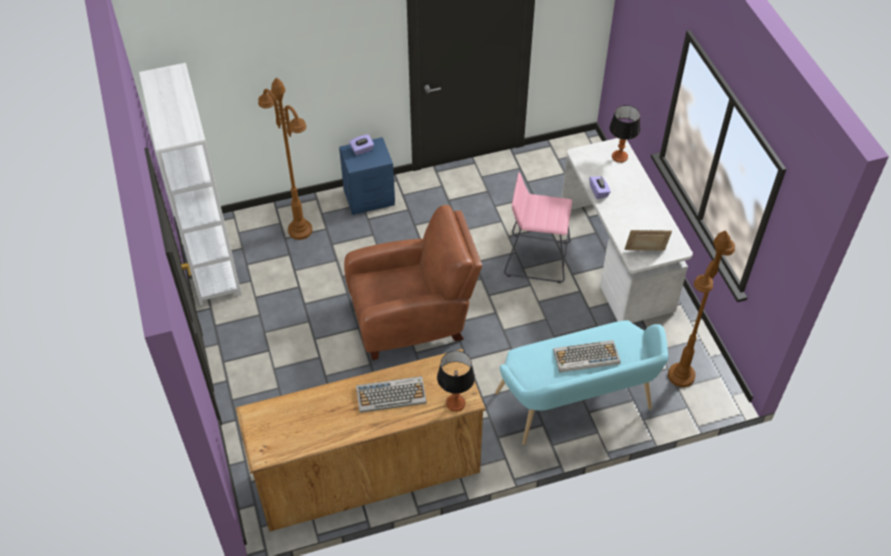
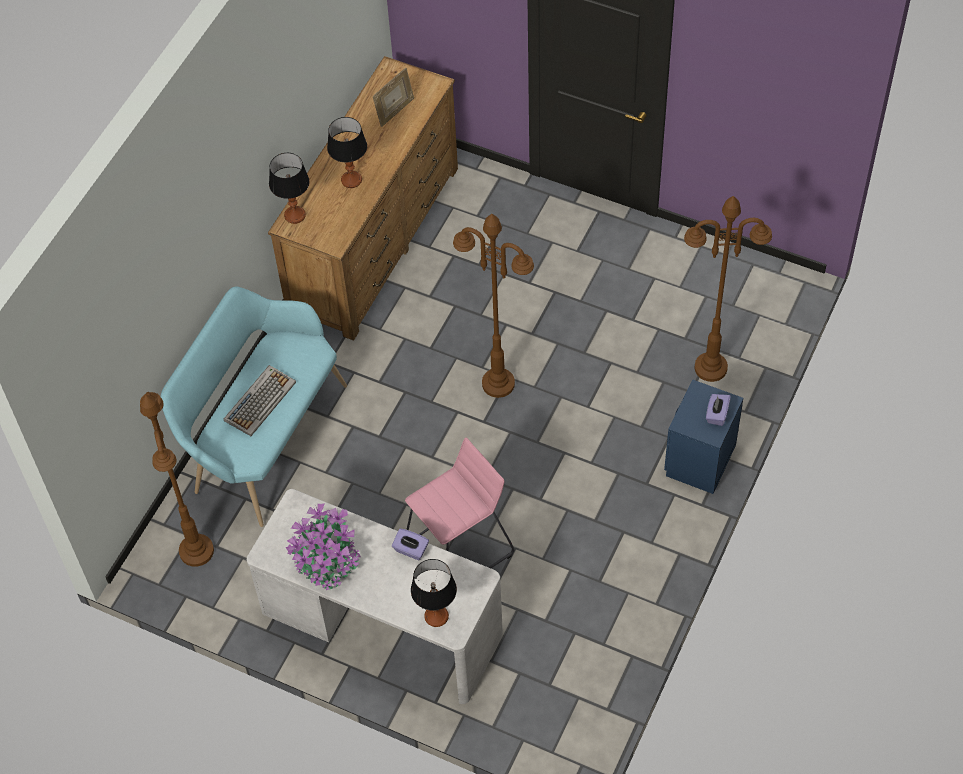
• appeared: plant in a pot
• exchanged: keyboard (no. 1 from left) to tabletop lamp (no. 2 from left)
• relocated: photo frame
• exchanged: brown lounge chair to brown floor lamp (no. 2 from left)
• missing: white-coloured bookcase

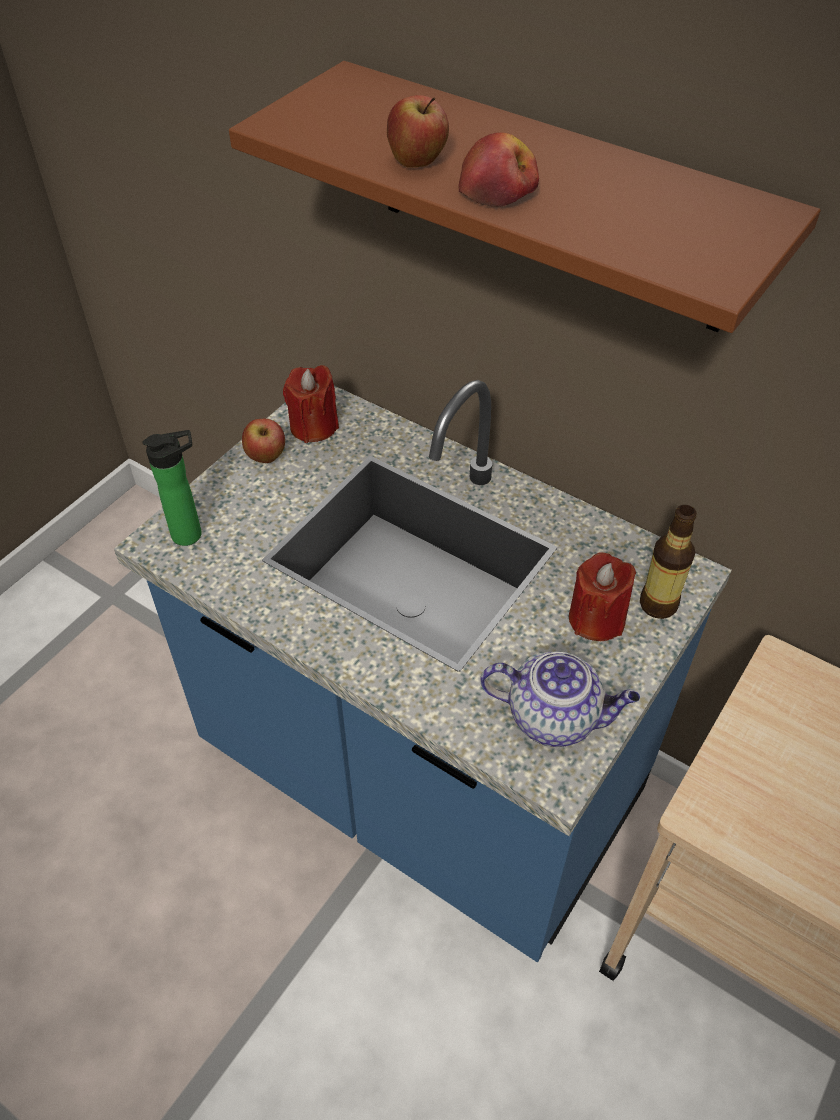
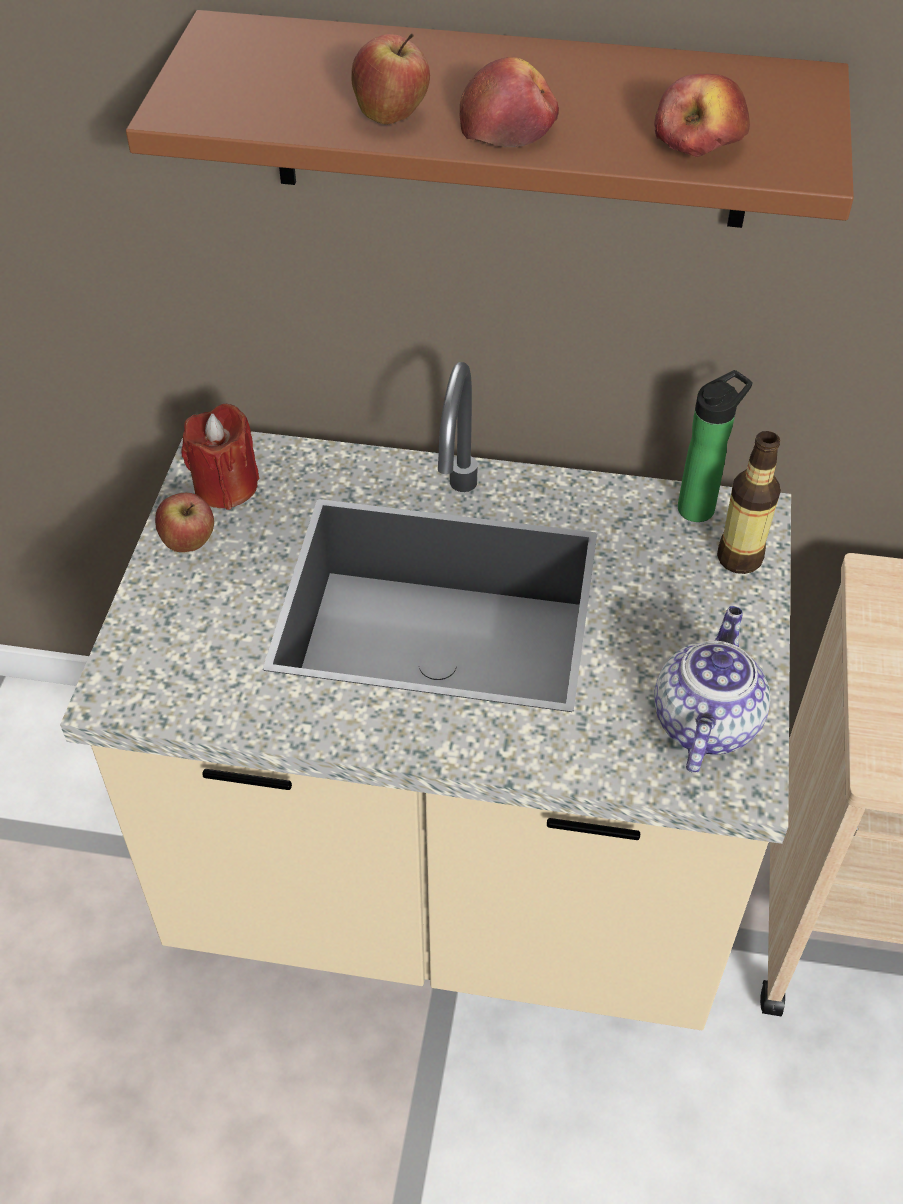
• colour: blue-coloured counter to beige-coloured counter
• appeared: apple (no. 4 from left)
• spun: tea pot 60 degrees counterclockwise
• relocated: beverage bottle (no. 1 from left)
• missing: red-coloured wax candle (no. 2 from left)

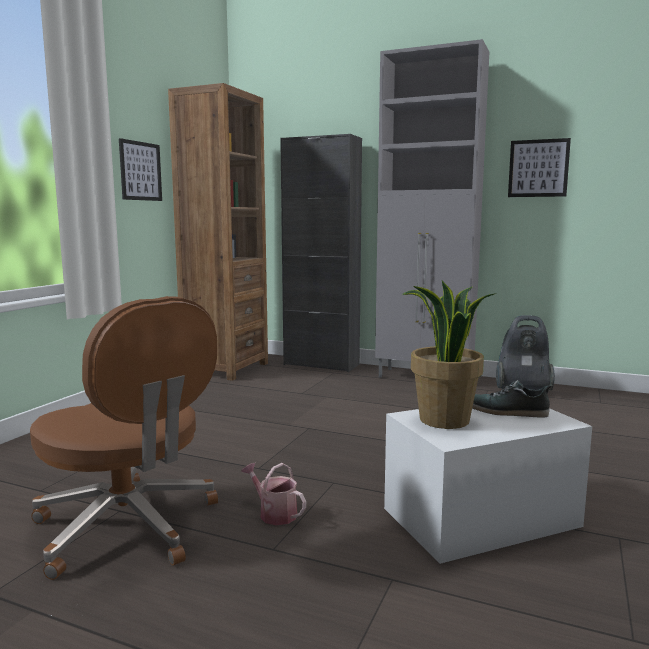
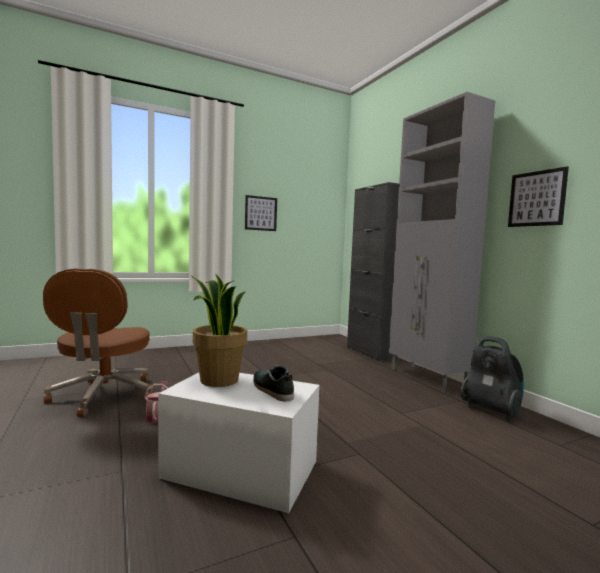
• missing: brown bookcase

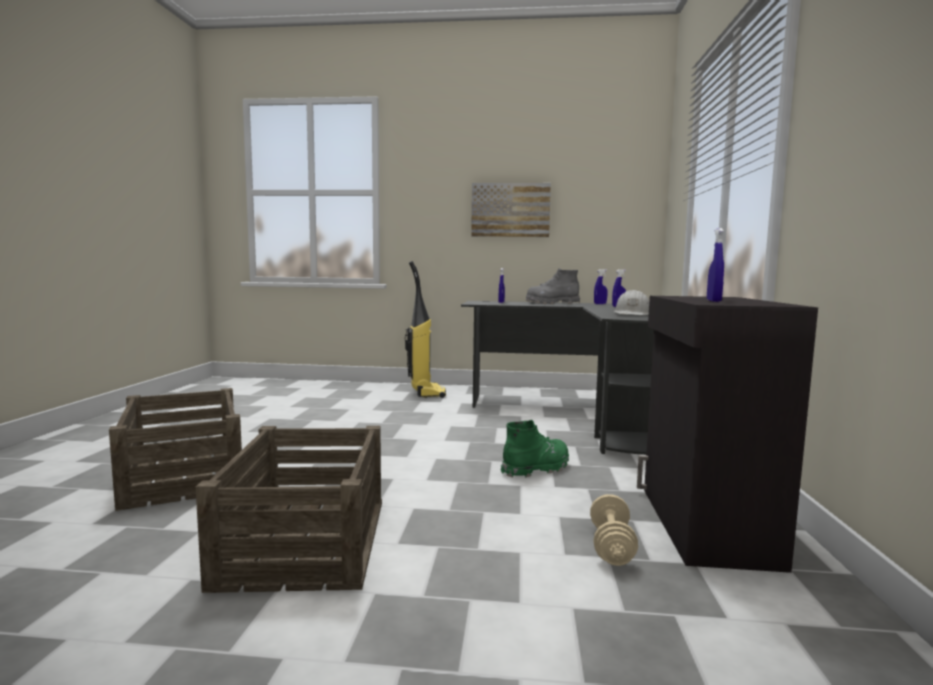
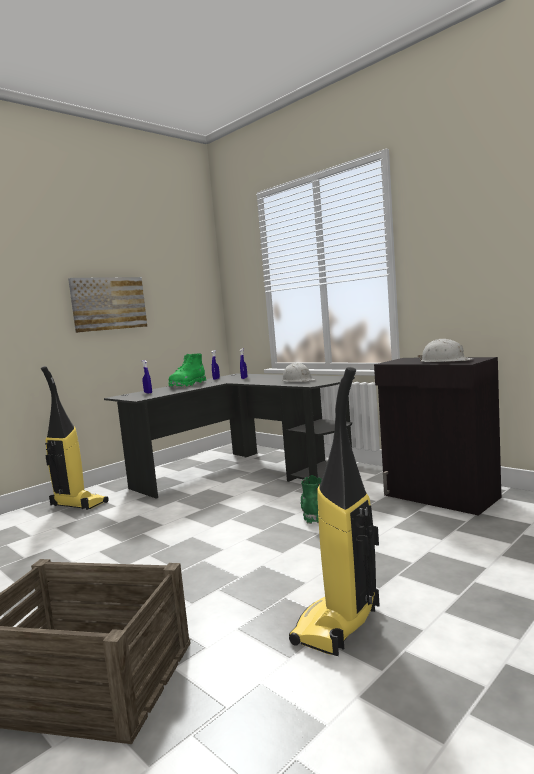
• colour: grey high-top boot to green high-top boot (no. 1 from left)
• exchanged: packing crate (no. 2 from left) to hoover (no. 2 from left)
• exchanged: blue-coloured spray bottle (no. 4 from left) to white-coloured work helmet (no. 2 from left)
• missing: beige-coloured dumbbell

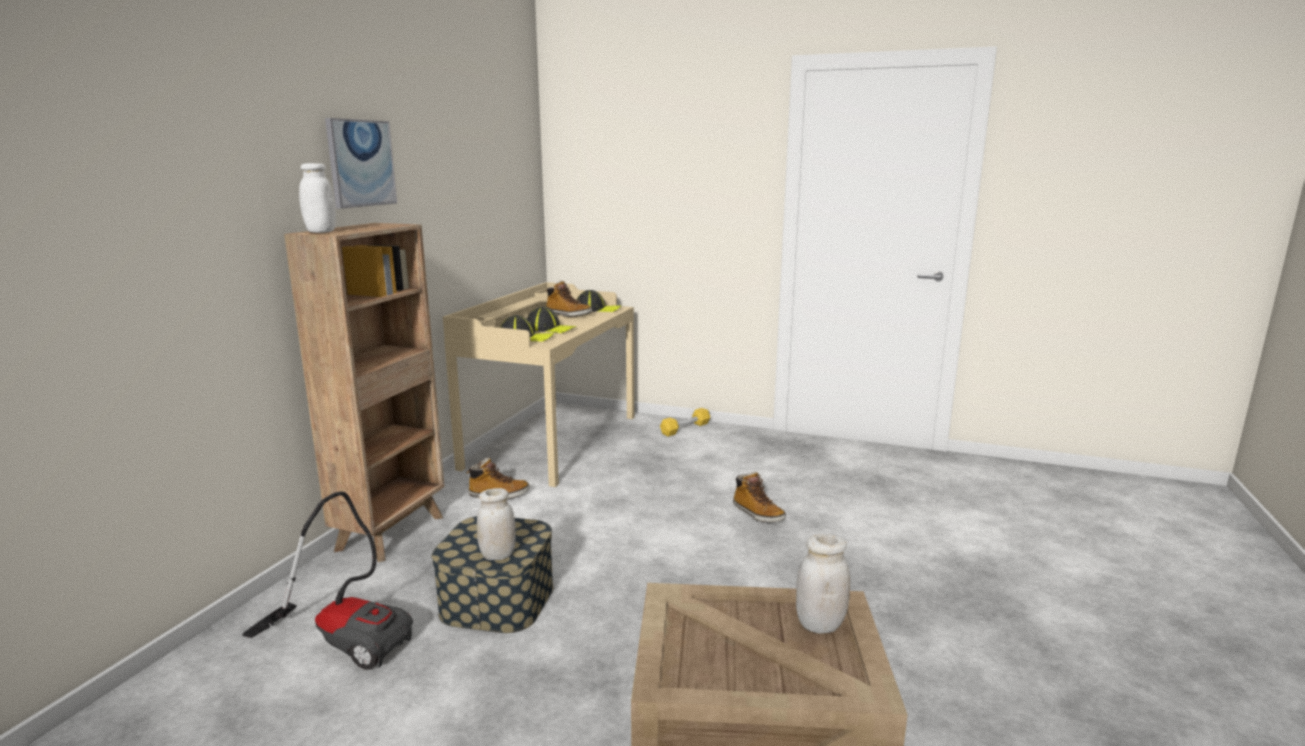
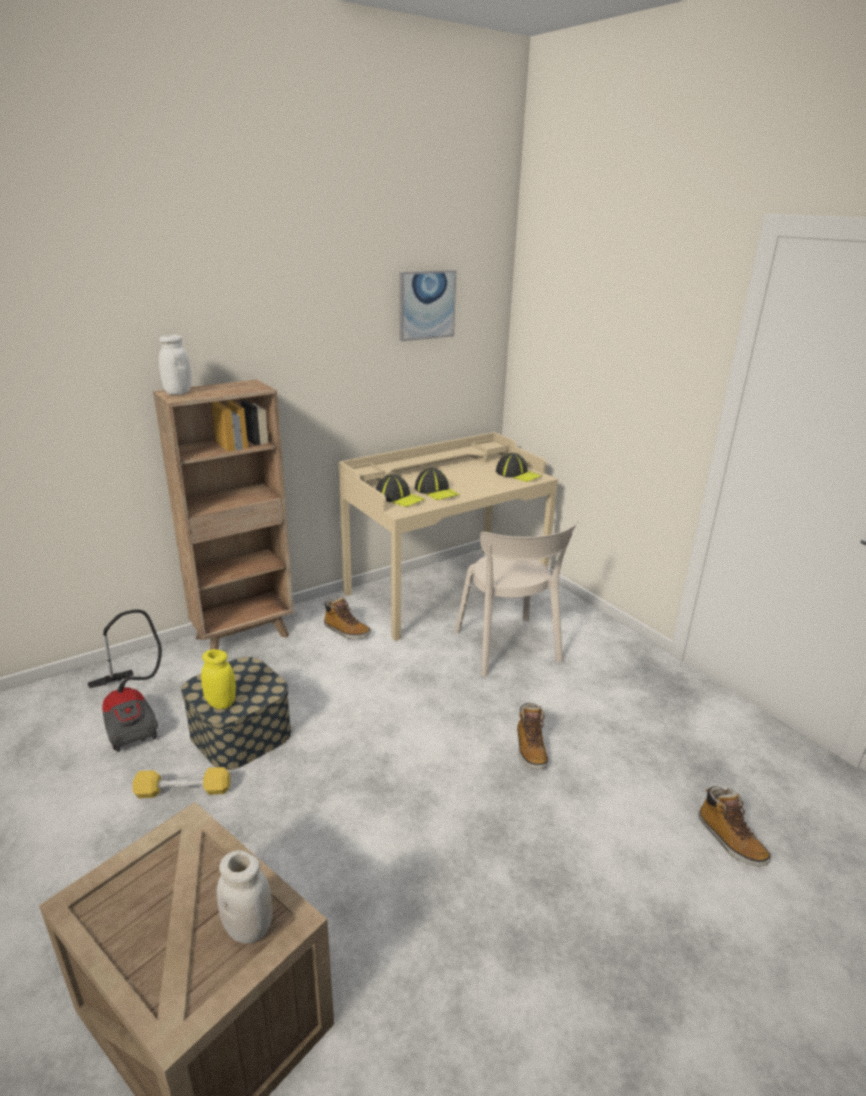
• relocated: yellowish dumbbell
• colour: white-coloured jar (no. 2 from left) to yellowish jar
• relocated: wall art
• appeared: beige-coloured plain chair
• relocated: high-top boot (no. 2 from left in the first image) to high-top boot (no. 3 from left)

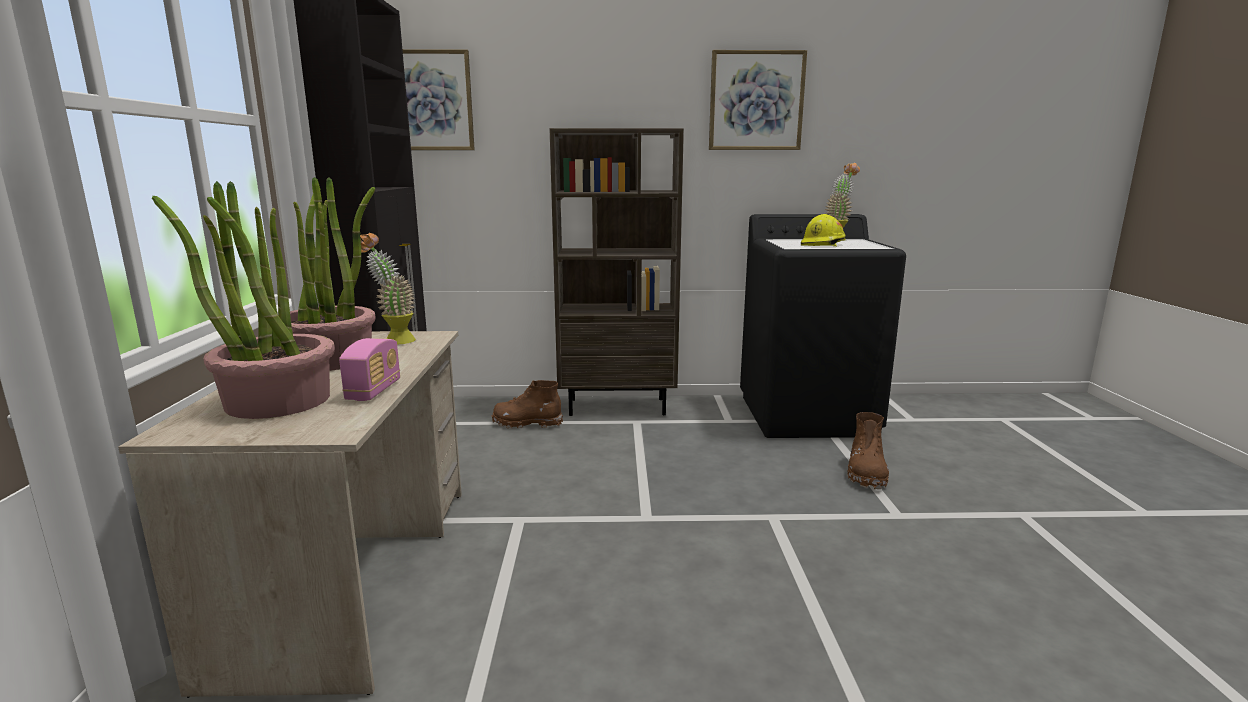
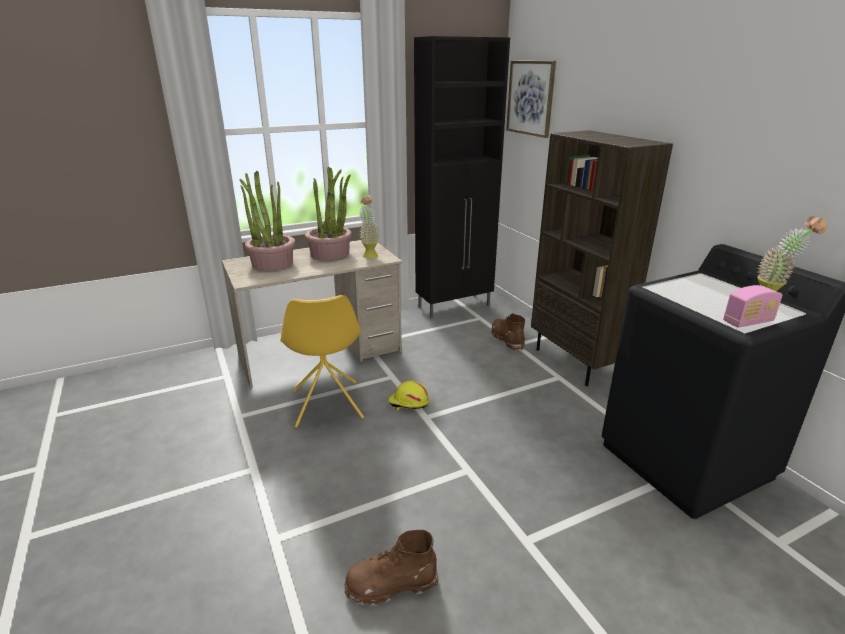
• appeared: yellowish plain chair
• relocated: brown high-top boot (no. 2 from left in the first image) to brown high-top boot (no. 1 from left)
• relocated: yellowish work helmet
• relocated: radio set
• missing: wall art (no. 2 from left)

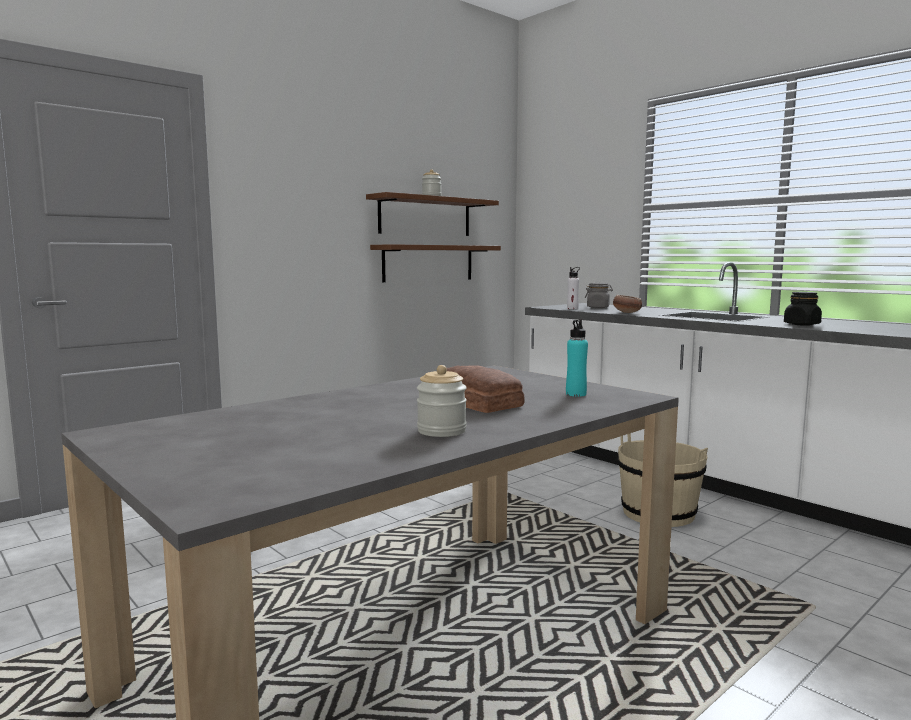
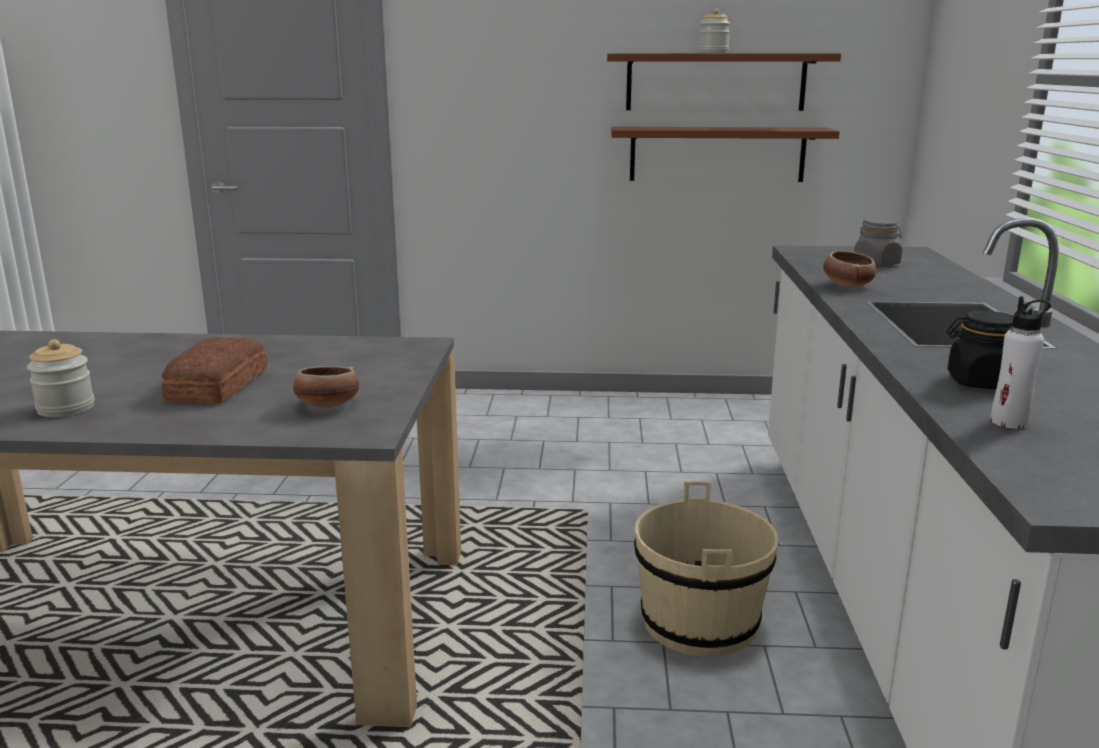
• exchanged: turquoise-coloured beverage bottle to deep dish (no. 1 from left)
• relocated: white-coloured beverage bottle

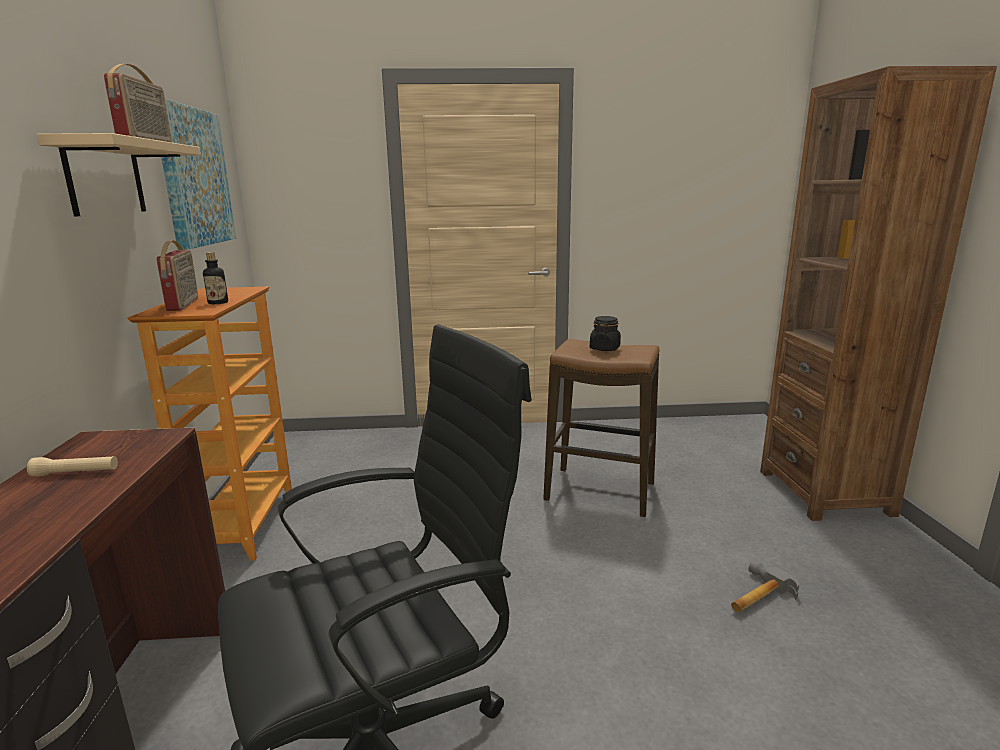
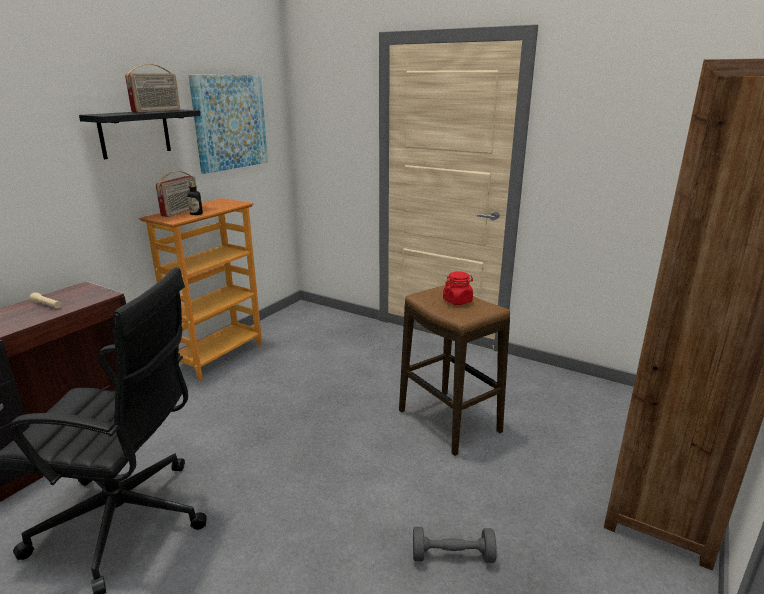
• colour: beige-coloured wall shelf to black wall shelf
• exchanged: tool hammer to grey dumbbell
• colour: black jar to red-coloured jar

